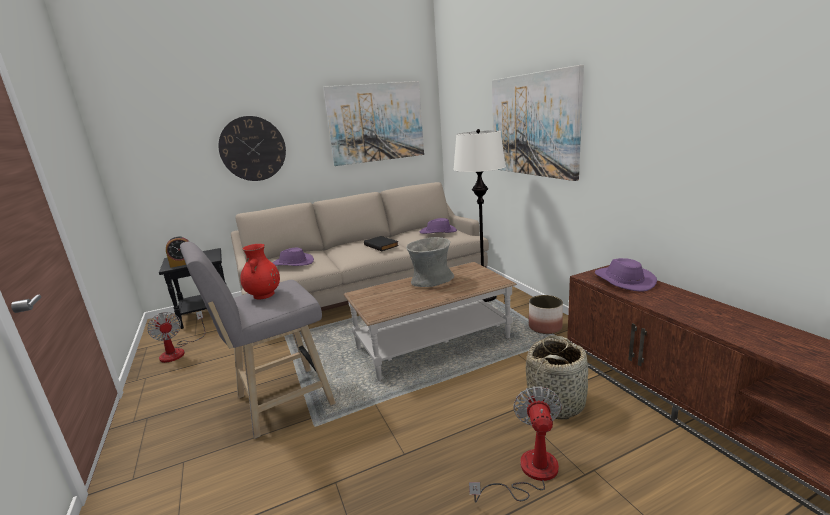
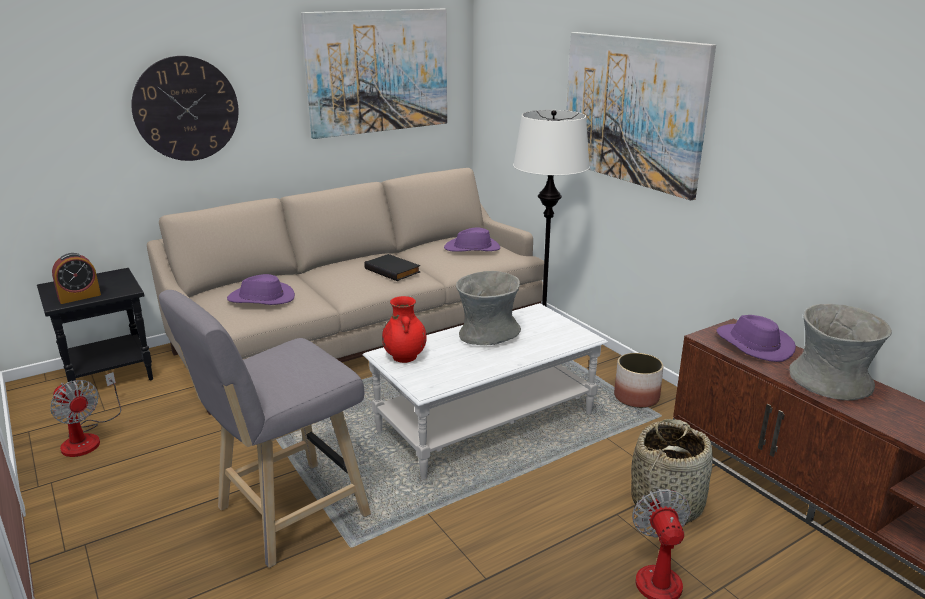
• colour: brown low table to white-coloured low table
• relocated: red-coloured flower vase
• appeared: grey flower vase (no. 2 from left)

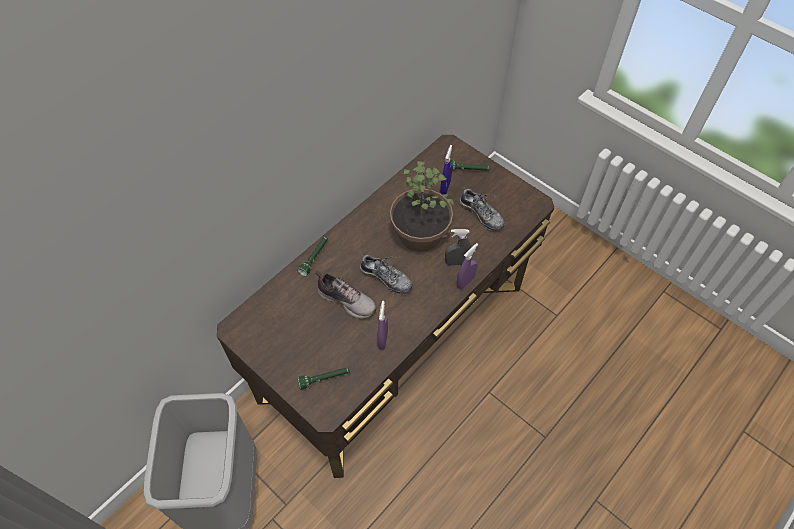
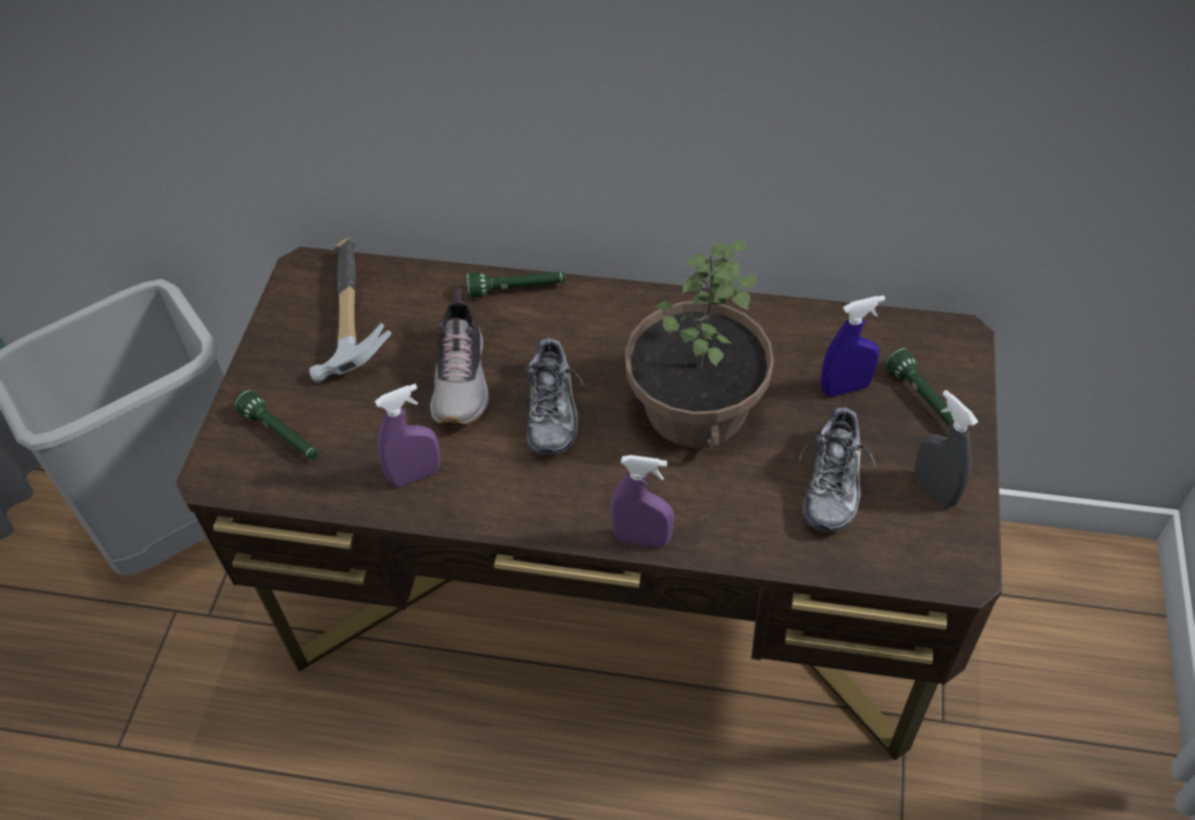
• appeared: tool hammer
• relocated: grey spray bottle

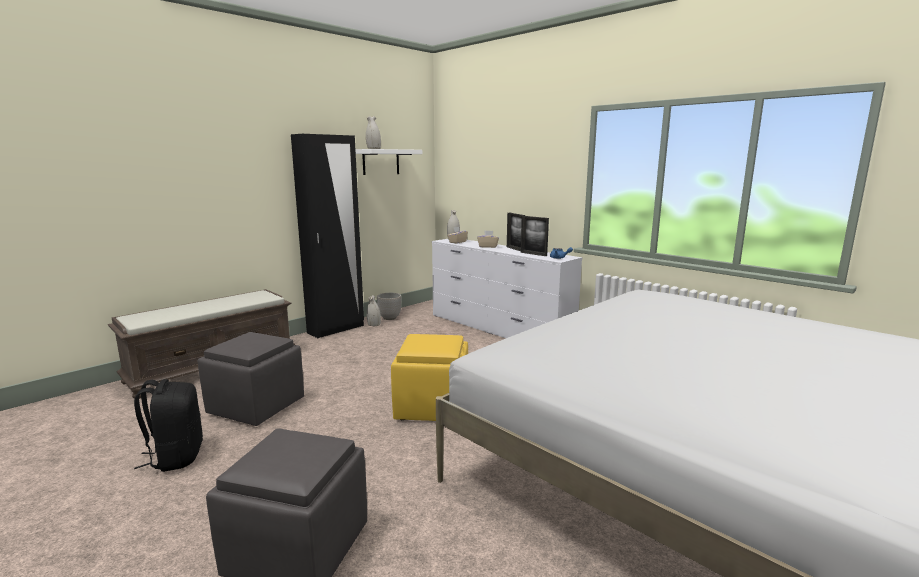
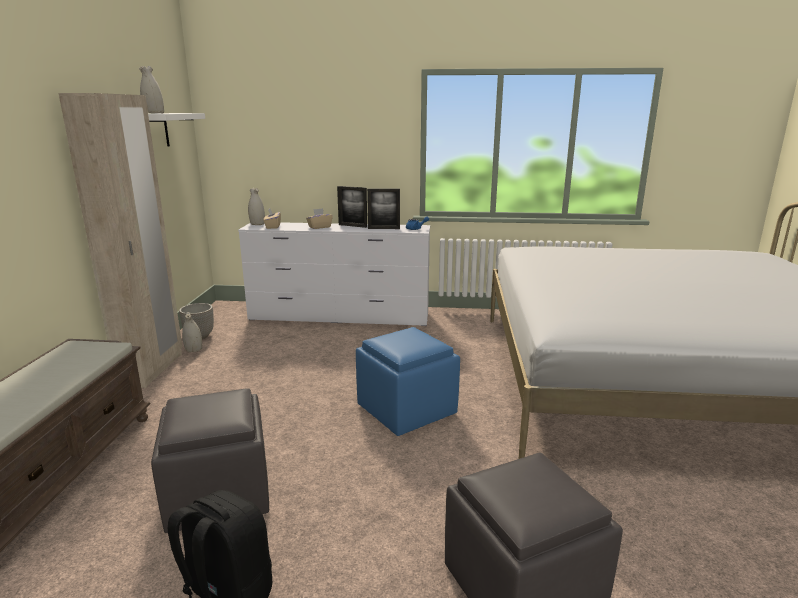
• colour: black armoire to beige-coloured armoire
• colour: yellowish pouffe to blue-coloured pouffe

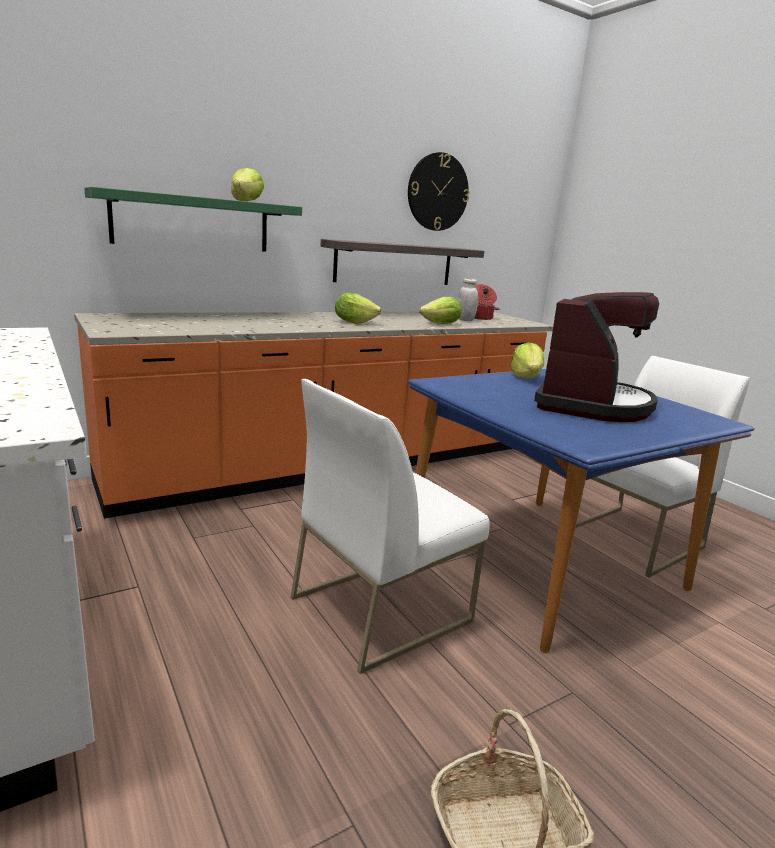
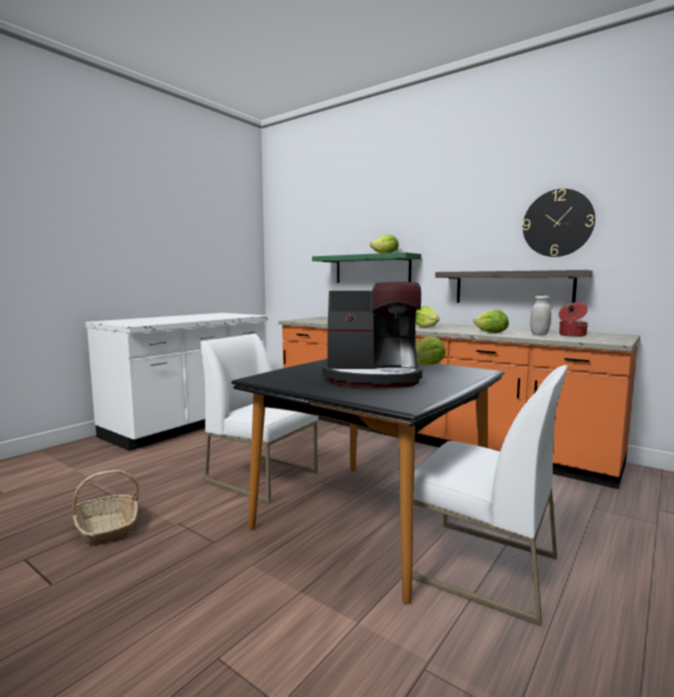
• colour: blue-coloured dinner table to black dinner table

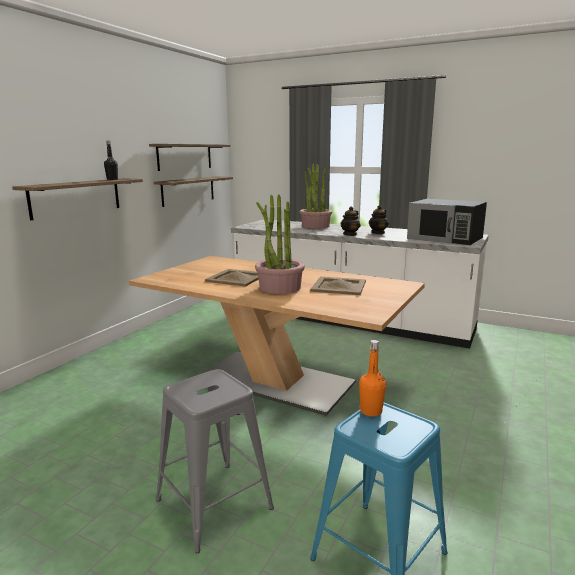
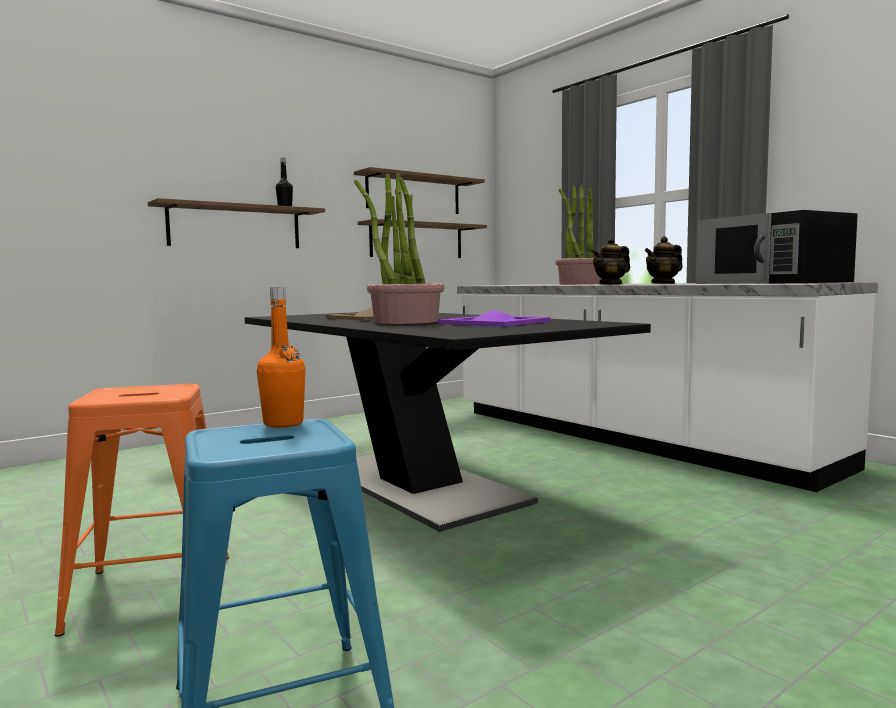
• colour: grey stool seat to orange-coloured stool seat
• colour: beige-coloured dinner table to black dinner table
• colour: beige-coloured tray (no. 2 from left) to purple tray

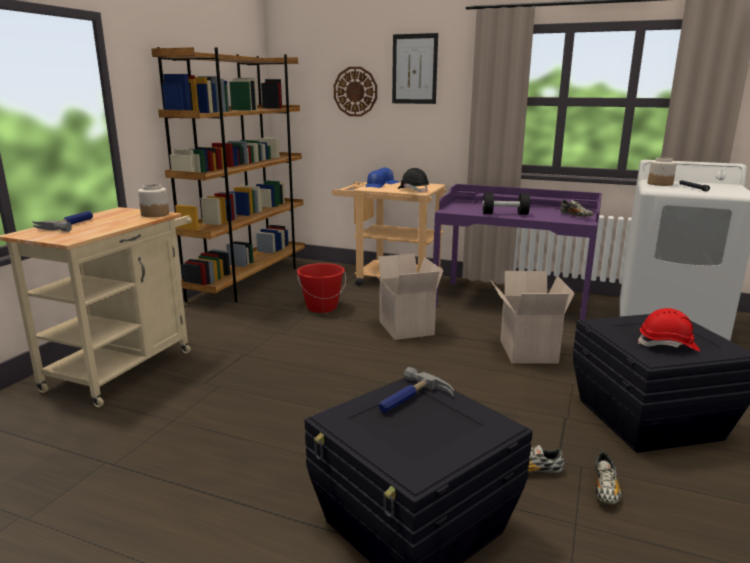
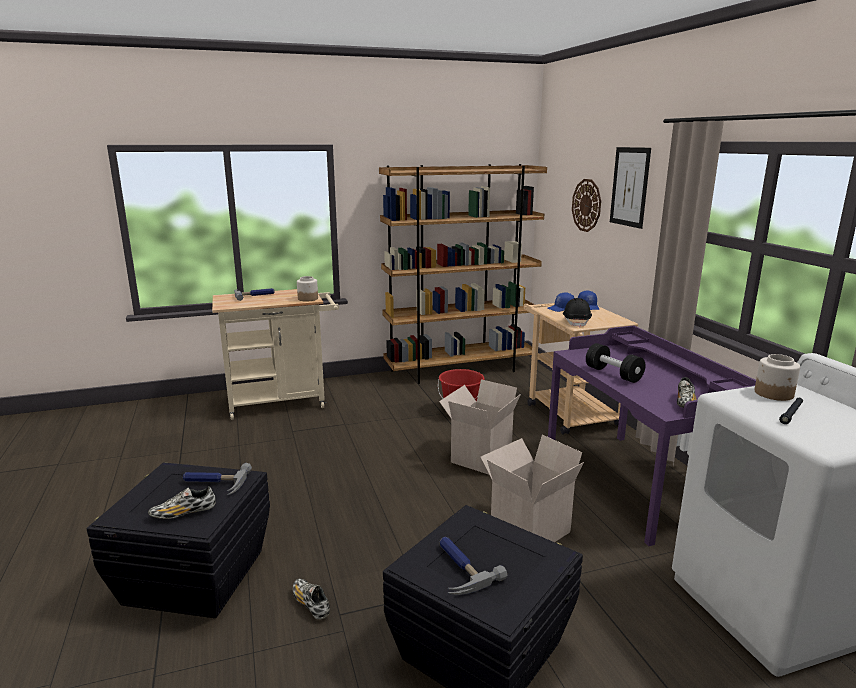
• relocated: low shoe (no. 3 from left in the first image) to low shoe (no. 1 from left)
• exchanged: red-coloured work helmet to tool hammer (no. 3 from left)

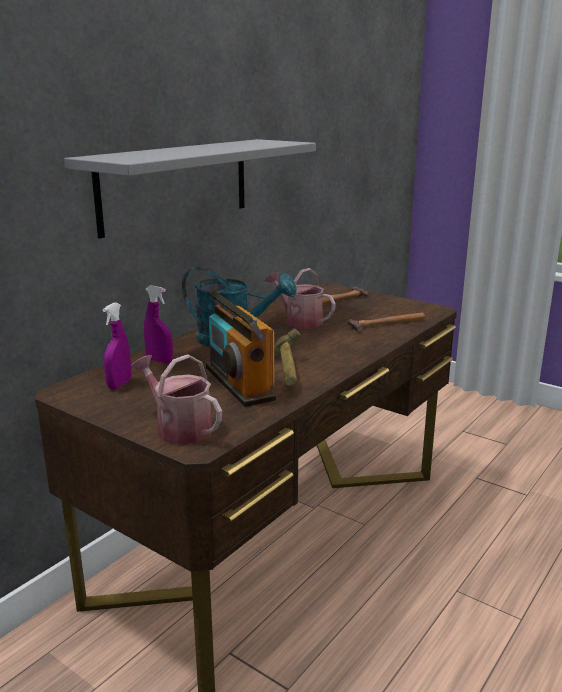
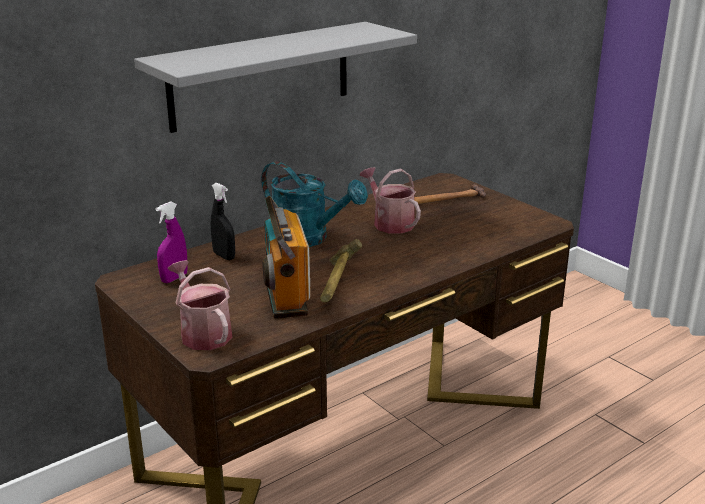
• colour: purple spray bottle (no. 2 from left) to black spray bottle
• missing: tool hammer (no. 3 from left)

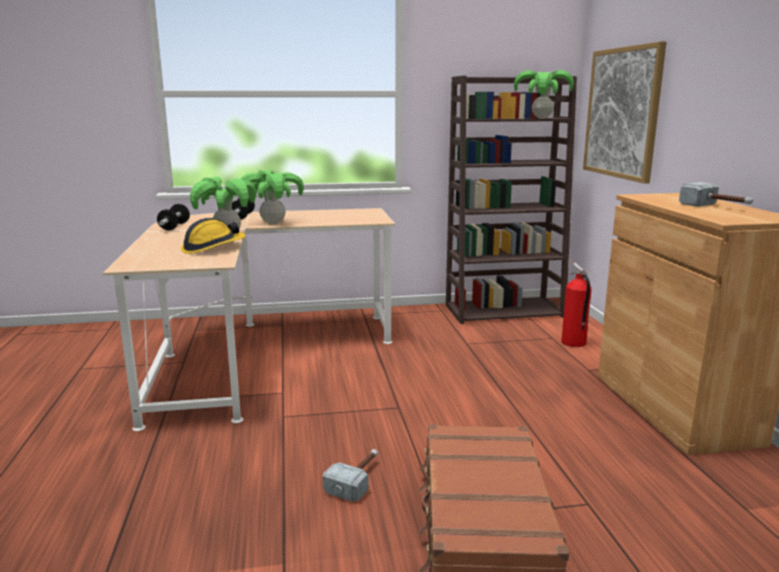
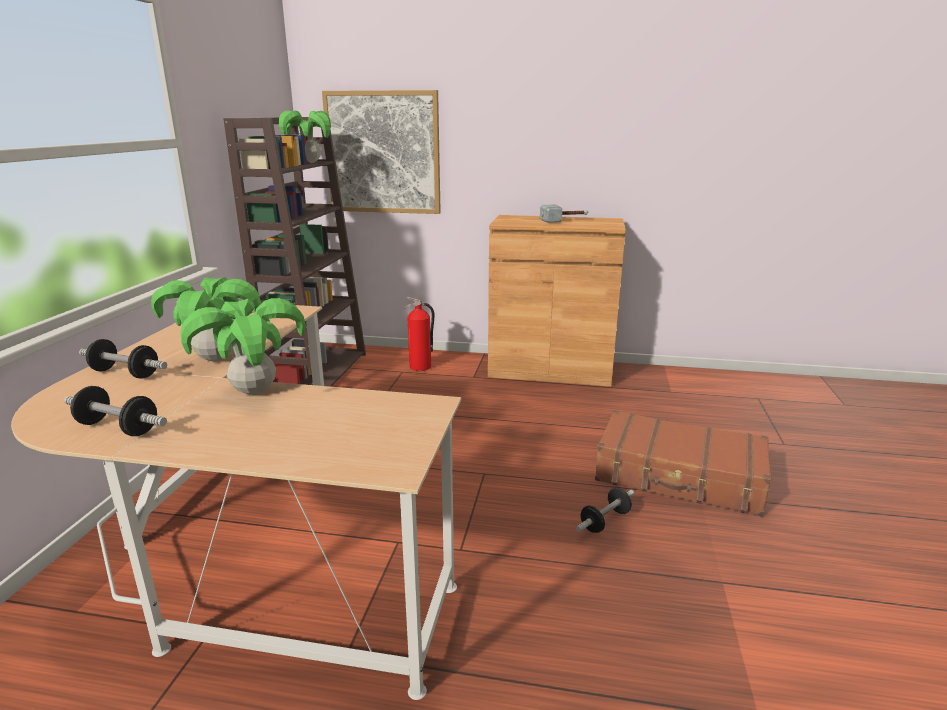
• exchanged: tool hammer (no. 1 from left) to dumbbell (no. 3 from left)
• missing: work helmet

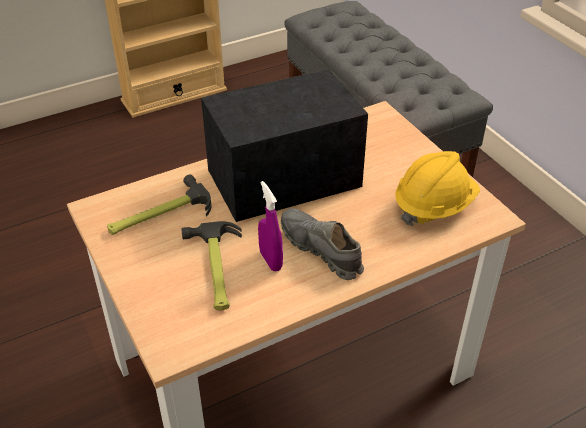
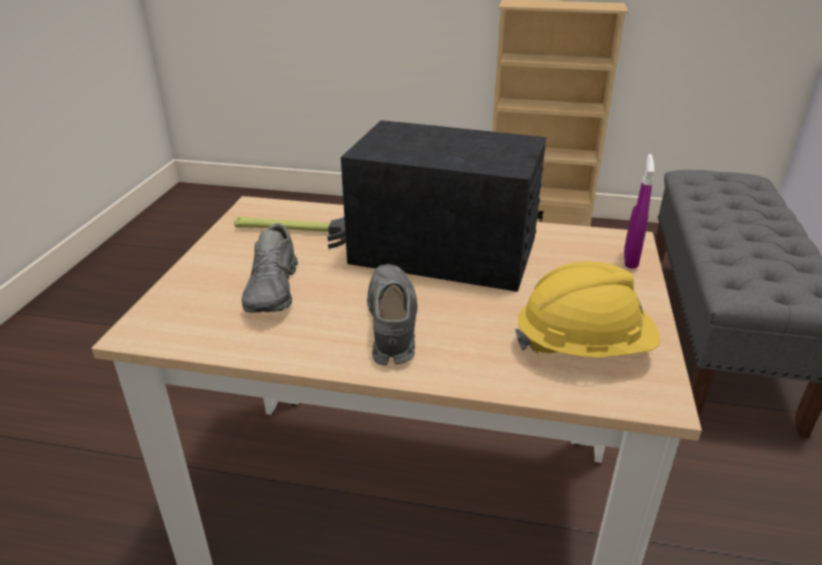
• exchanged: tool hammer (no. 2 from left) to grey low shoe (no. 1 from left)
• relocated: purple spray bottle

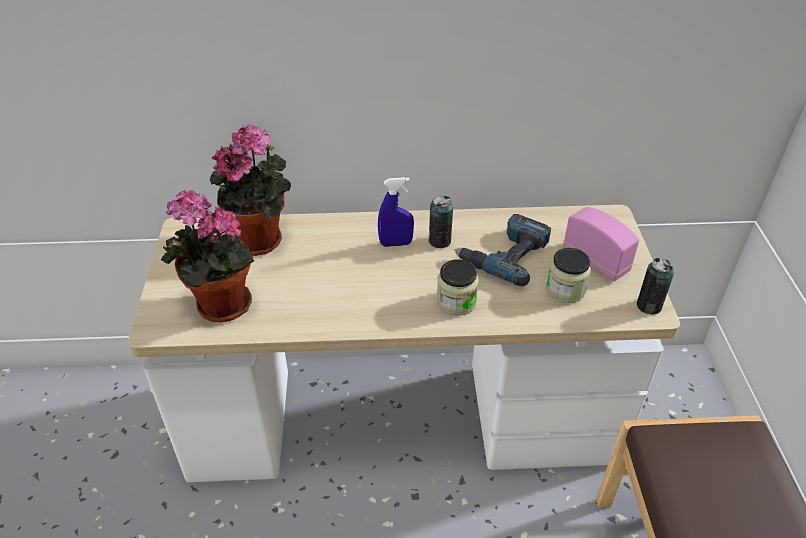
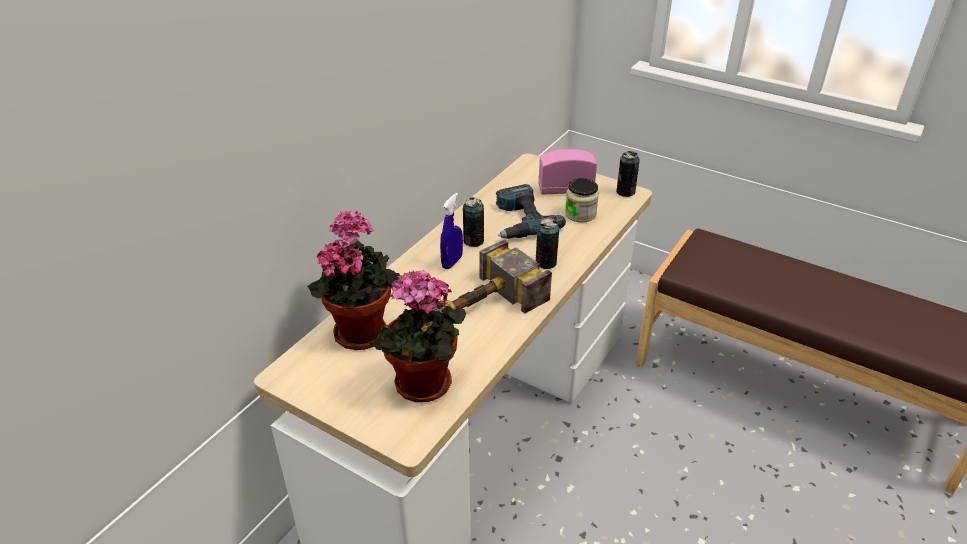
• appeared: tool hammer
• exchanged: jar (no. 1 from left) to sealed can (no. 2 from left)

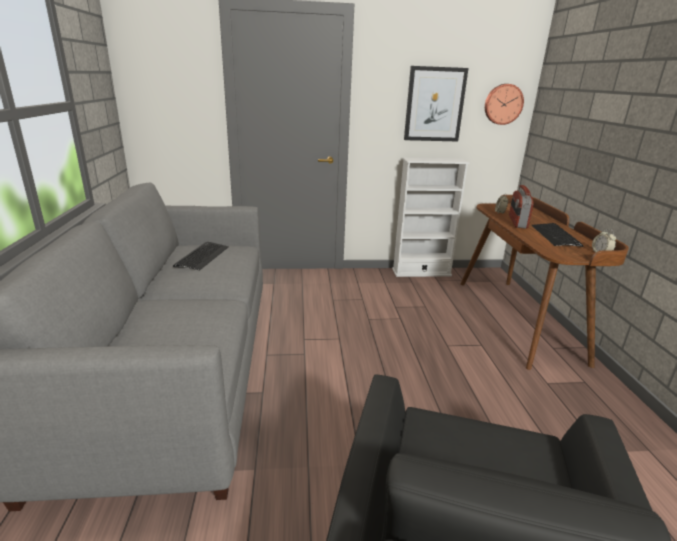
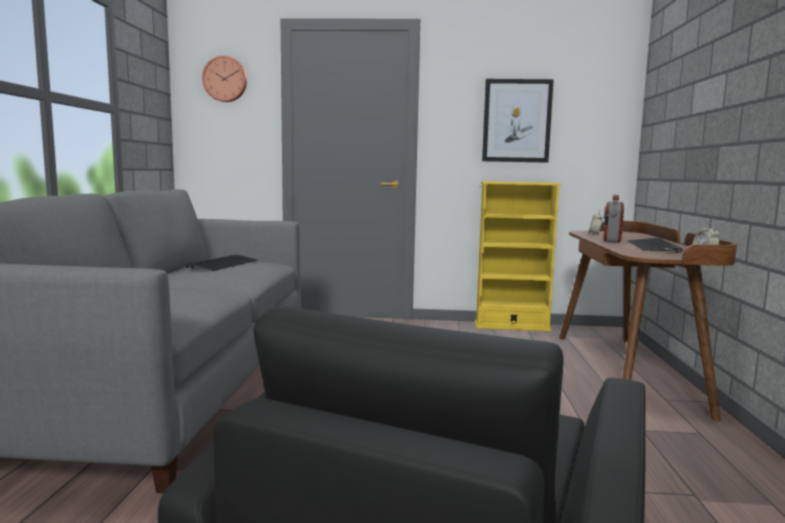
• relocated: hanging clock
• colour: white-coloured bookcase to yellowish bookcase

